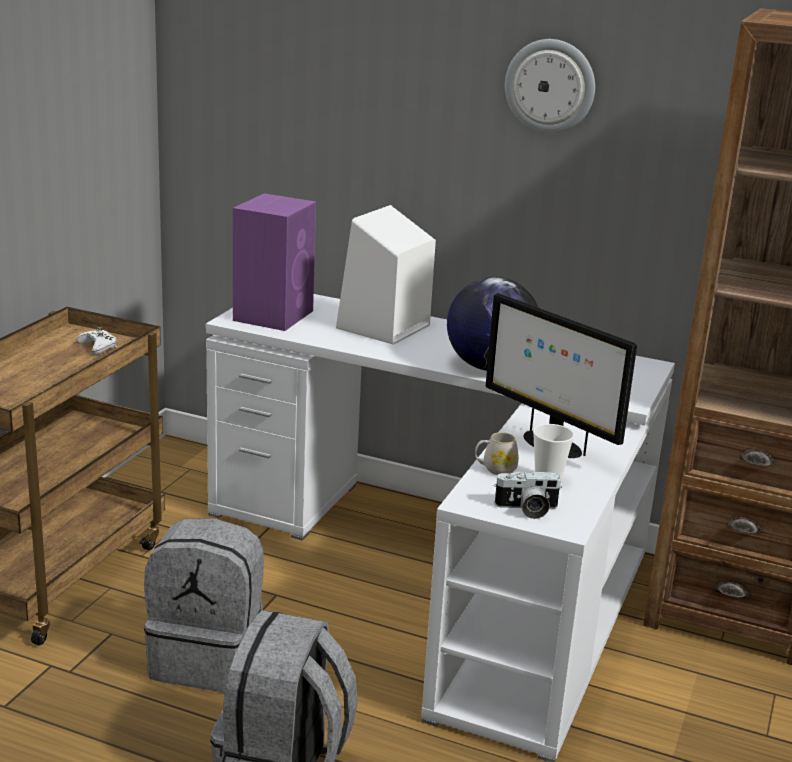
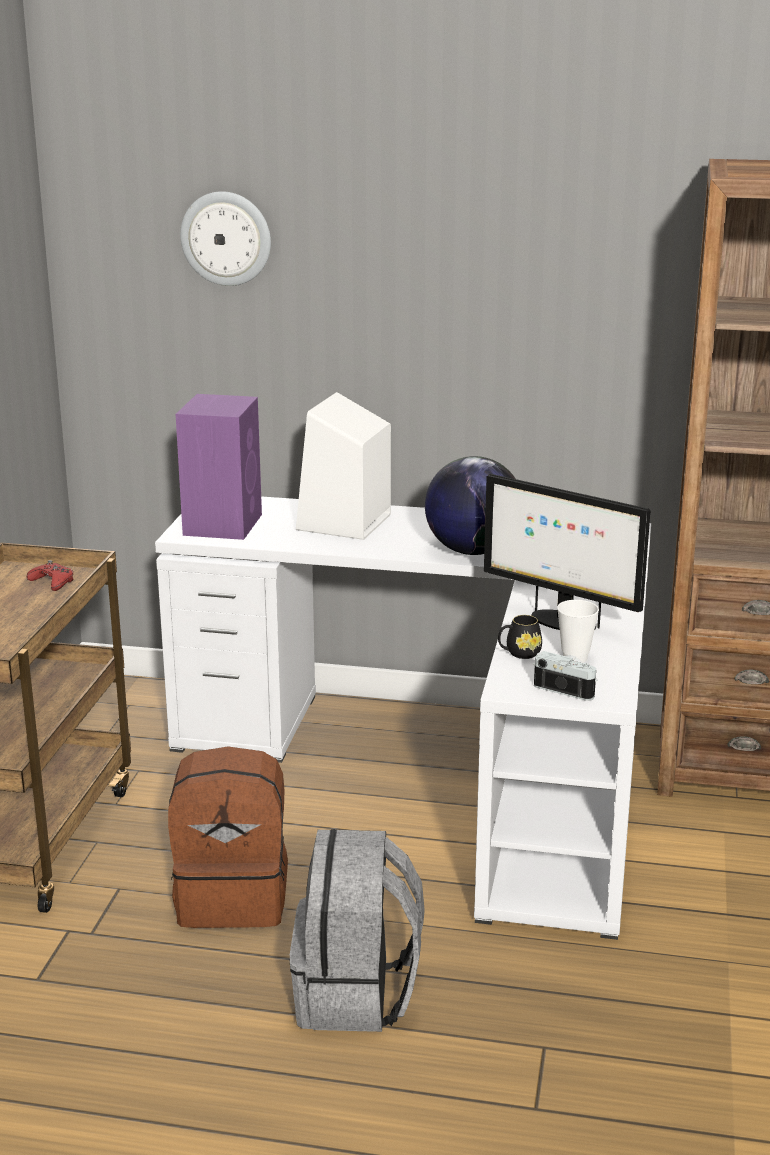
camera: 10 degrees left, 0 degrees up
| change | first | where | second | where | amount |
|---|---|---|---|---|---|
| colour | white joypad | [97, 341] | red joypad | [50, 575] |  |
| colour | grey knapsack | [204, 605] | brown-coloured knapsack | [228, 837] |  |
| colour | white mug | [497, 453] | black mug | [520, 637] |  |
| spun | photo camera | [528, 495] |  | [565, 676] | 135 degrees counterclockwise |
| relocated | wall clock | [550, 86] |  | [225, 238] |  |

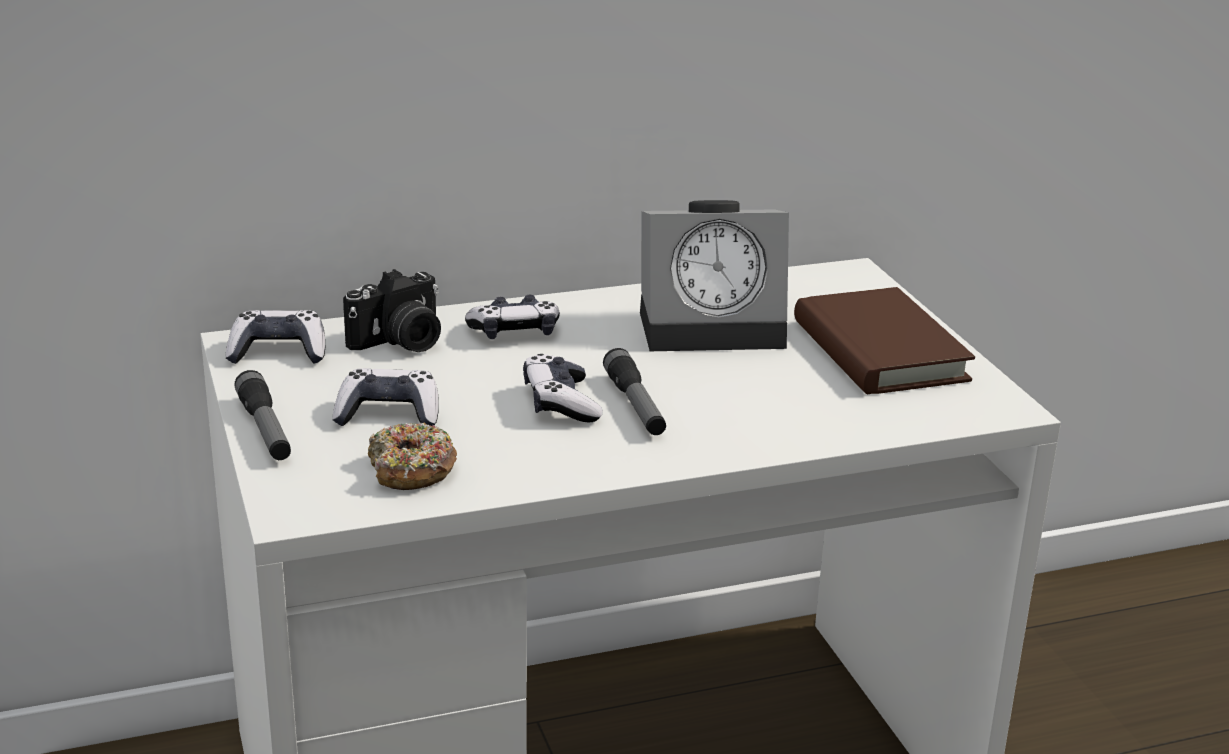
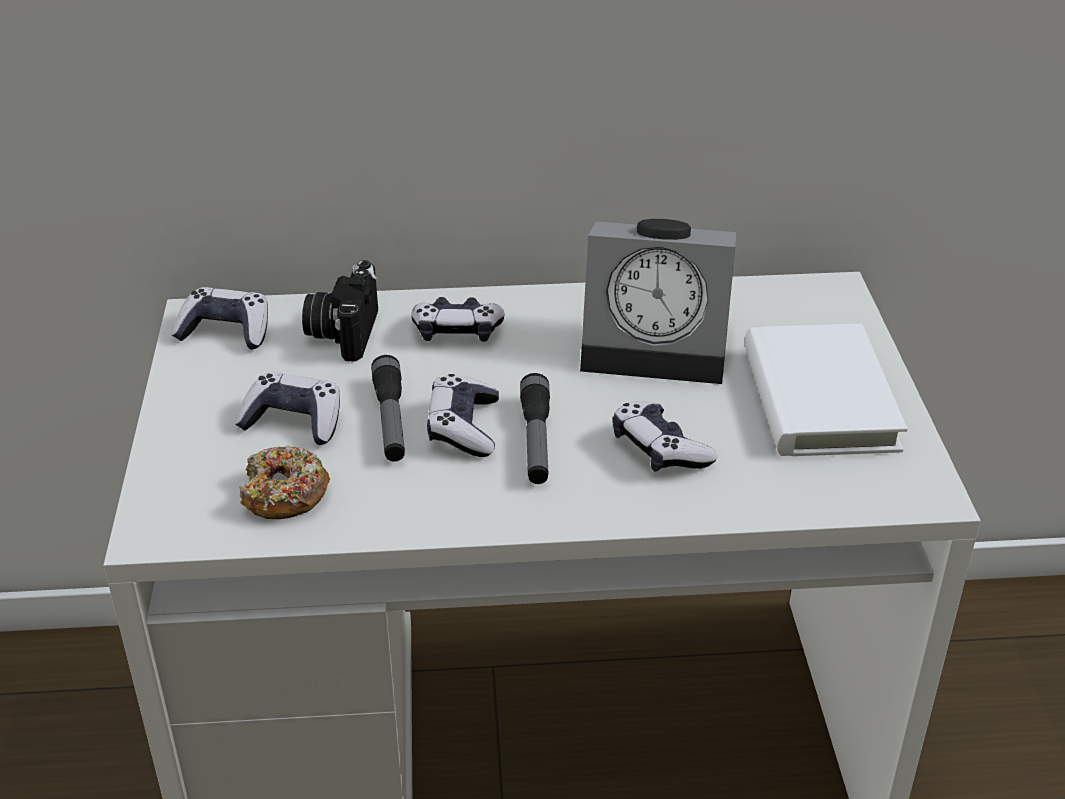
camera: 15 degrees right, 10 degrees up
| change | first | where | second | where | amount |
|---|---|---|---|---|---|
| relocated | torch | [262, 415] |  | [388, 408] |  |
| spun | photo camera | [392, 310] |  | [340, 311] | 120 degrees clockwise |
| colour | brown-coloured book | [884, 340] | white book | [826, 390] |  |
| appeared |  |  | joypad | [665, 436] |  |

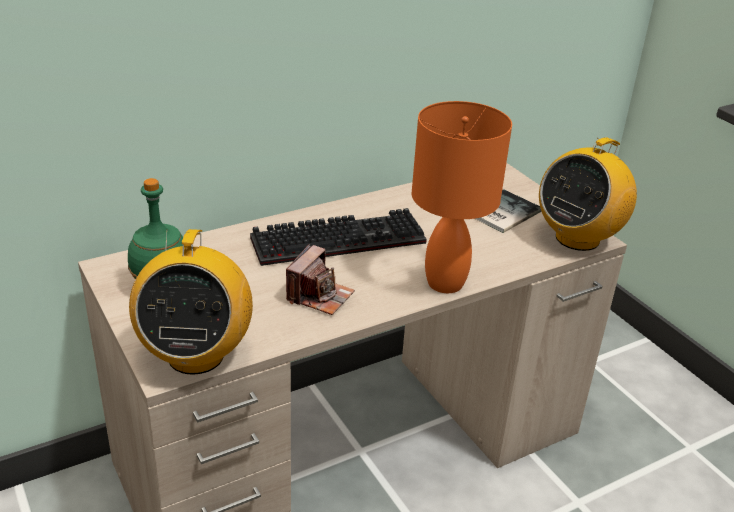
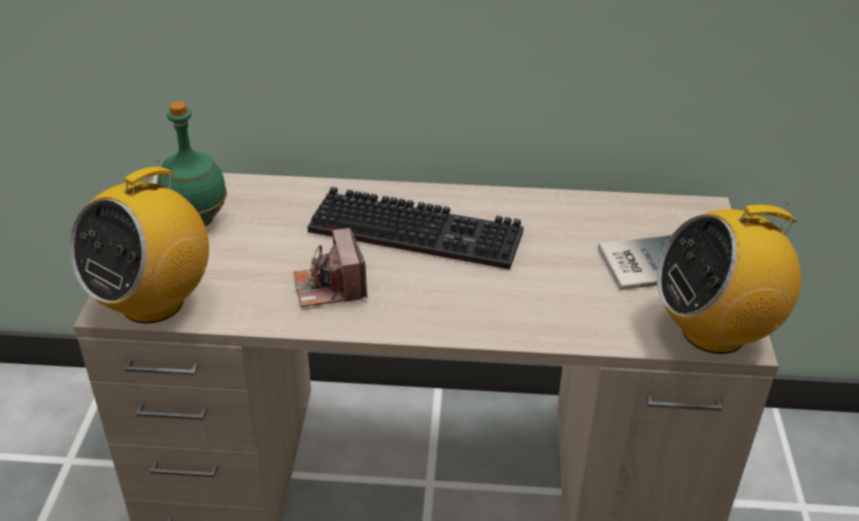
camera: 35 degrees right, 5 degrees up
| change | first | where | second | where | amount |
|---|---|---|---|---|---|
| spun | photo camera | [320, 279] |  | [330, 267] | 105 degrees clockwise |
| missing | orangey table lamp | [461, 197] |  |  |  |

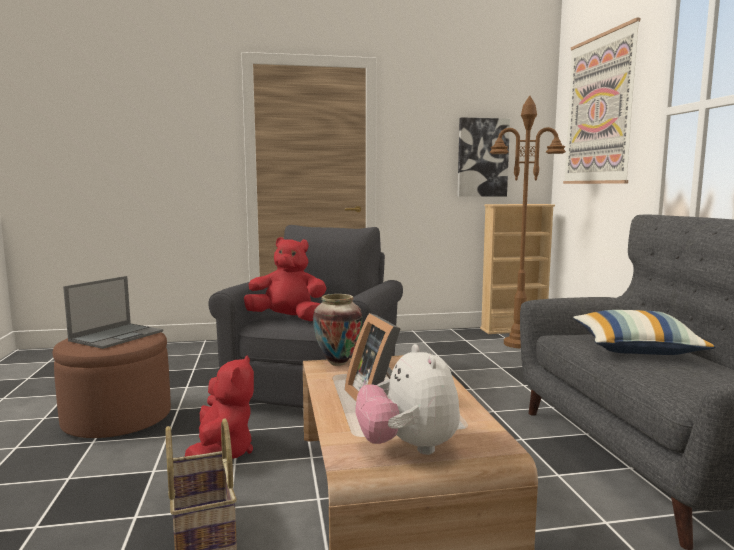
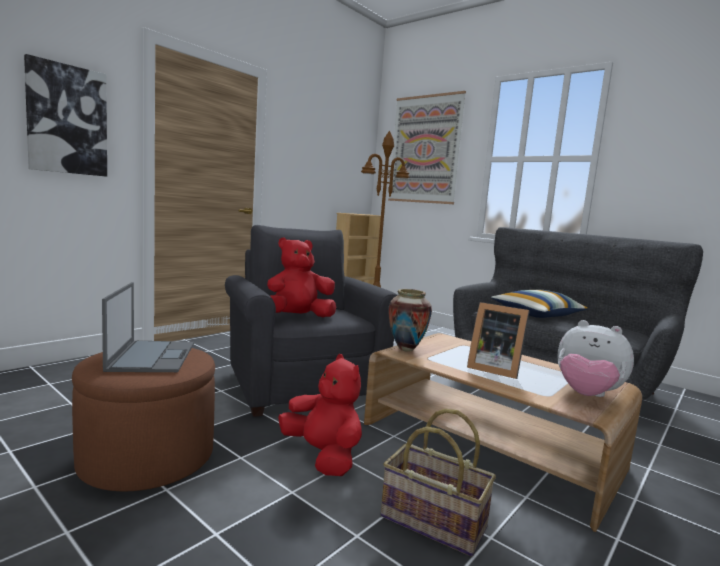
camera: 40 degrees left, 0 degrees up
| change | first | where | second | where | amount |
|---|---|---|---|---|---|
| relocated | picture | [484, 157] |  | [65, 115] |  |

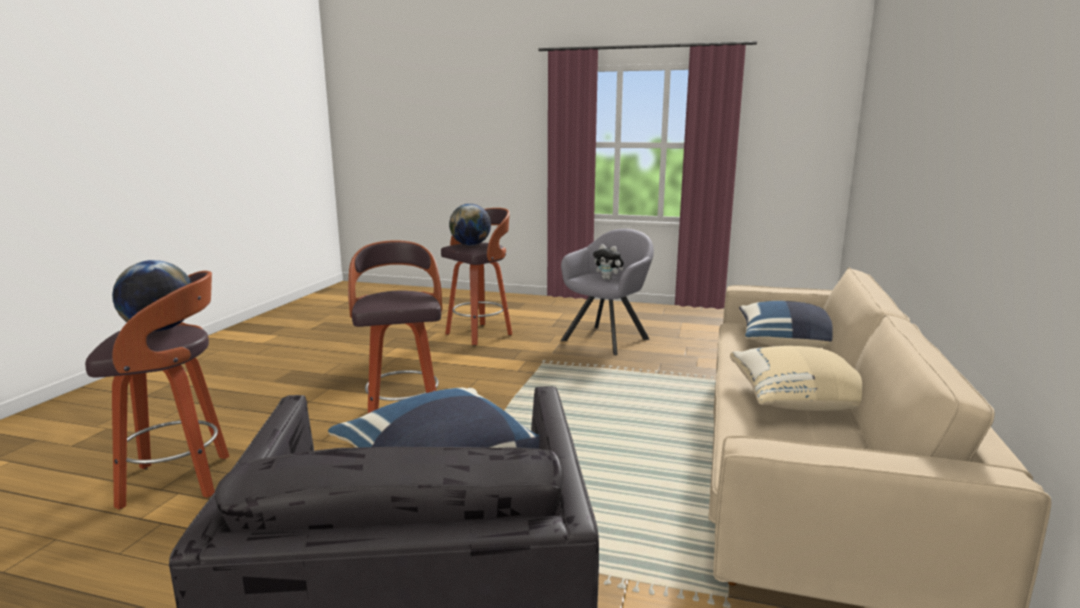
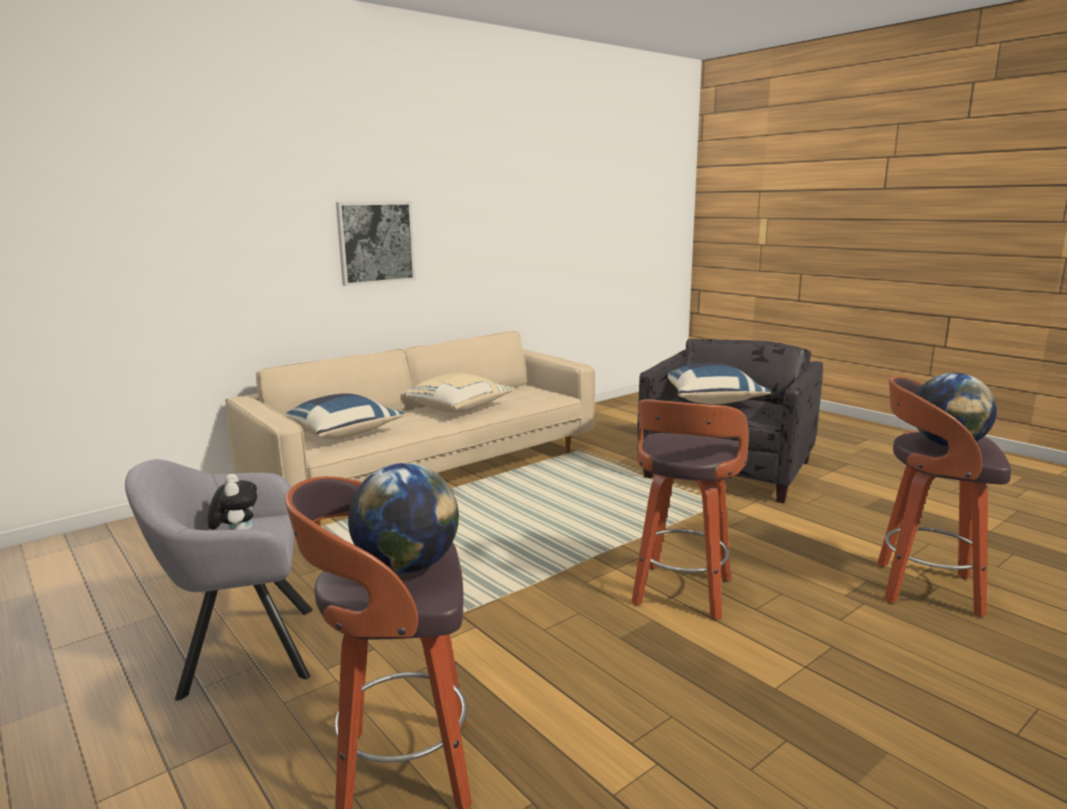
camera: 145 degrees left, 0 degrees up
| change | first | where | second | where | amount |
|---|---|---|---|---|---|
| appeared |  |  | picture | [376, 243] |  |

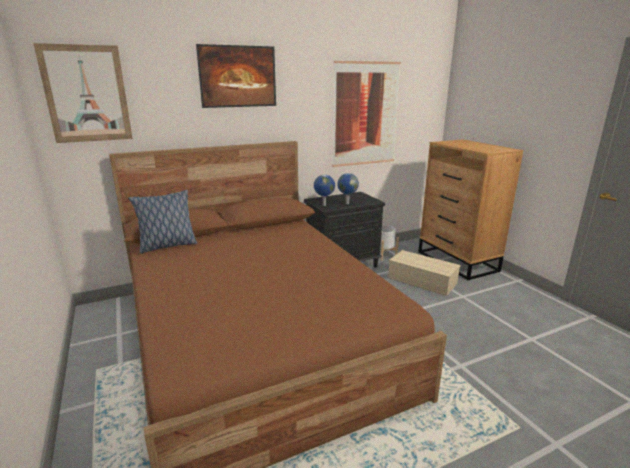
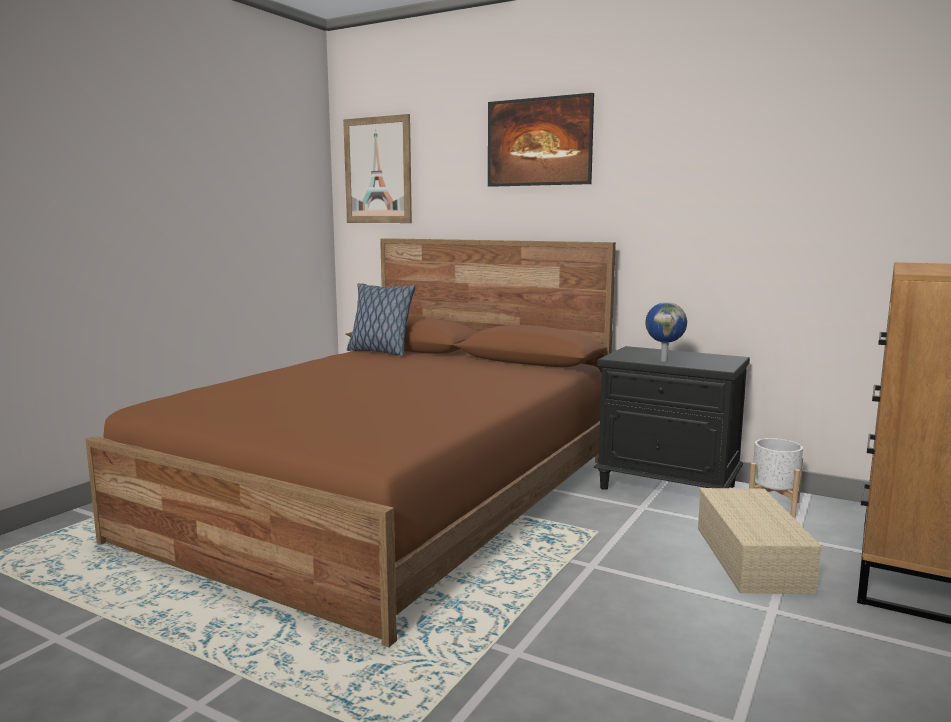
camera: 55 degrees right, 10 degrees down
| change | first | where | second | where | amount |
|---|---|---|---|---|---|
| missing | world globe | [324, 190] |  |  |  |
| missing | picture | [366, 113] |  |  |  |

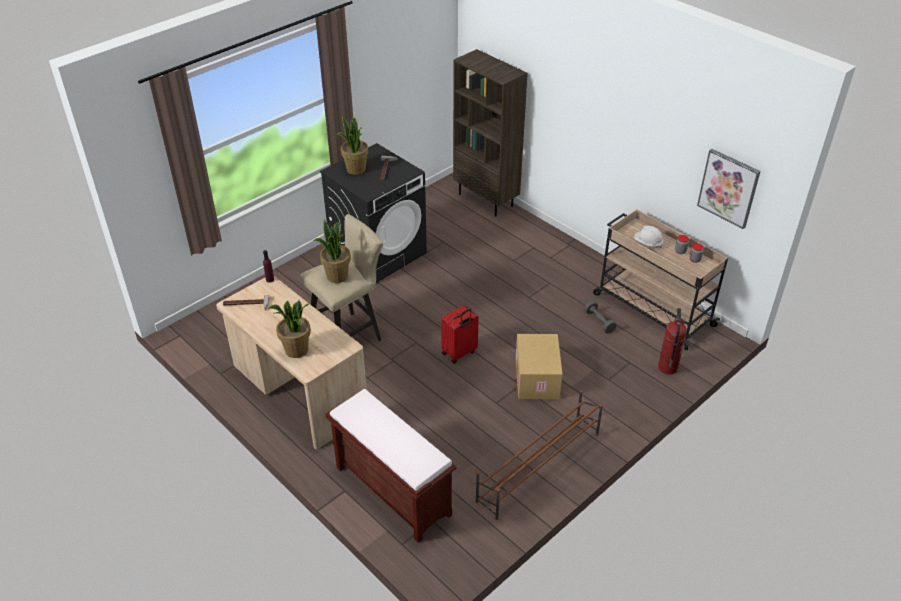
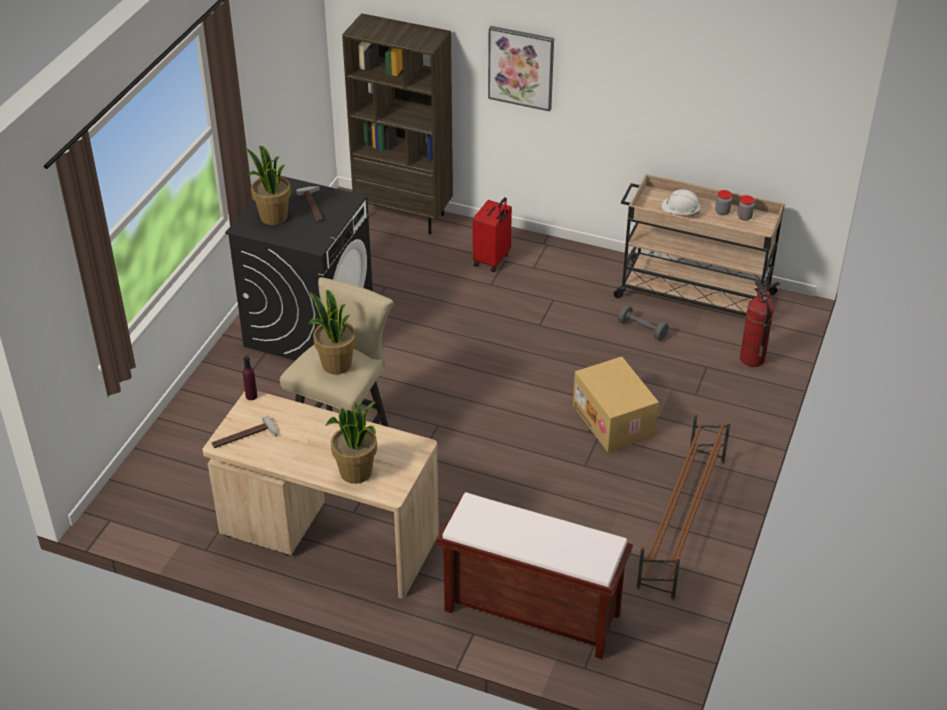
camera: 25 degrees left, 0 degrees up
| change | first | where | second | where | amount |
|---|---|---|---|---|---|
| relocated | red suitcase | [460, 334] |  | [492, 234] |  |
| relocated | picture | [729, 189] |  | [521, 69] |  |

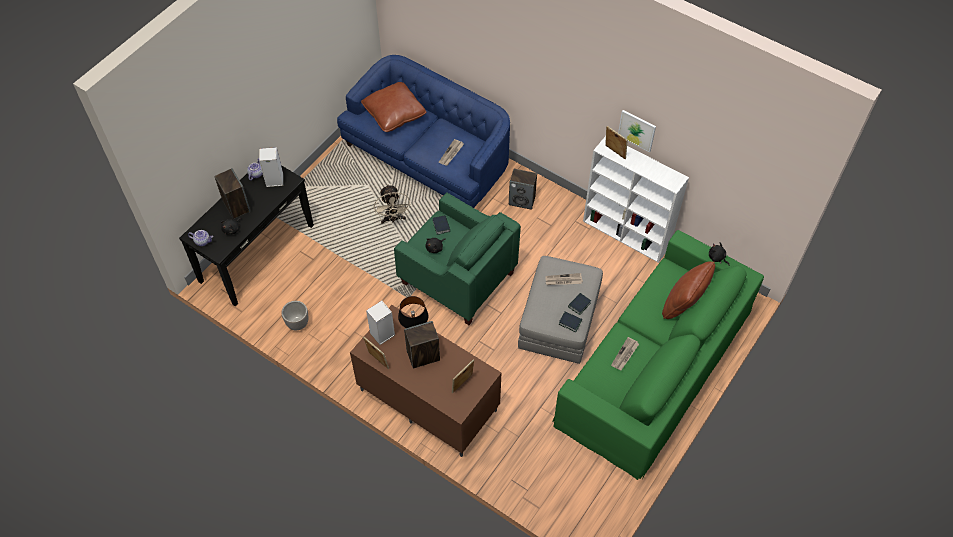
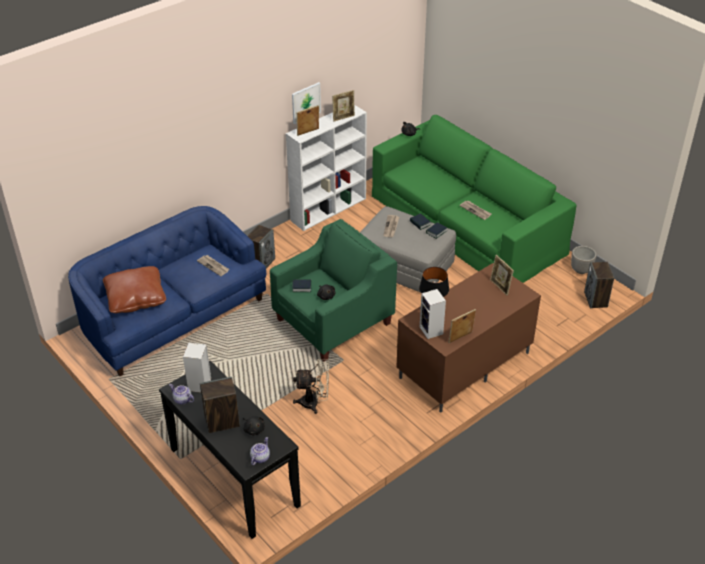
camera: 75 degrees left, 15 degrees down
| change | first | where | second | where | amount |
|---|---|---|---|---|---|
| relocated | flower pot | [295, 315] |  | [584, 260] |  |
| relocated | beige-coloured cooling fan | [392, 204] |  | [311, 386] |  |
| relocated | loudspeaker | [422, 345] |  | [599, 285] |  |
| missing | brown-coloured cushion | [688, 290] |  |  |  |
| appeared |  |  | standing frame | [343, 105] |  |

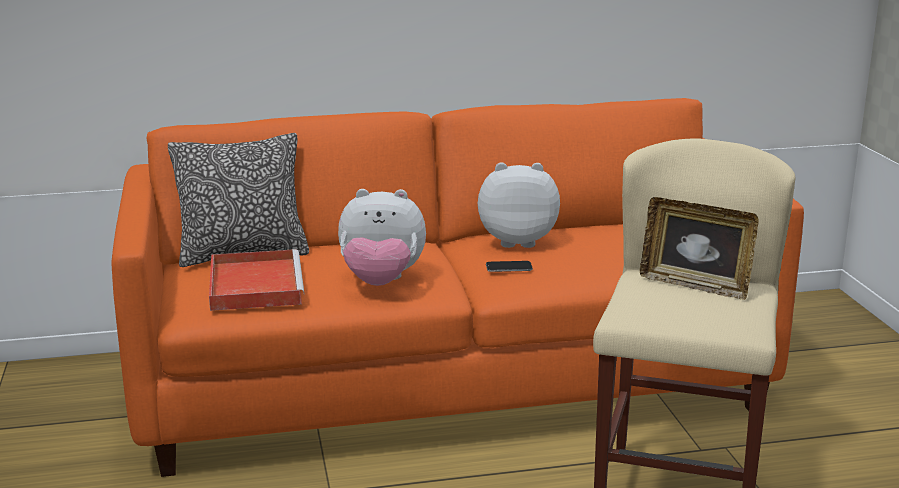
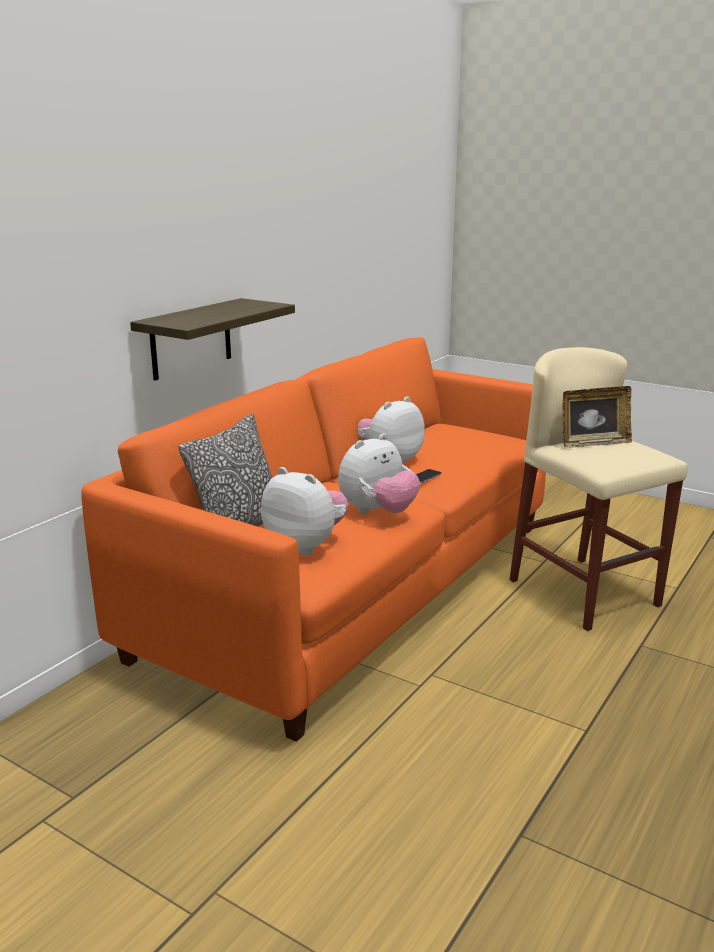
camera: 45 degrees left, 0 degrees up
| change | first | where | second | where | amount |
|---|---|---|---|---|---|
| exchanged | red tray | [256, 280] | plush toy | [304, 511] |  |
| appeared |  |  | shelf | [212, 339] |  |

